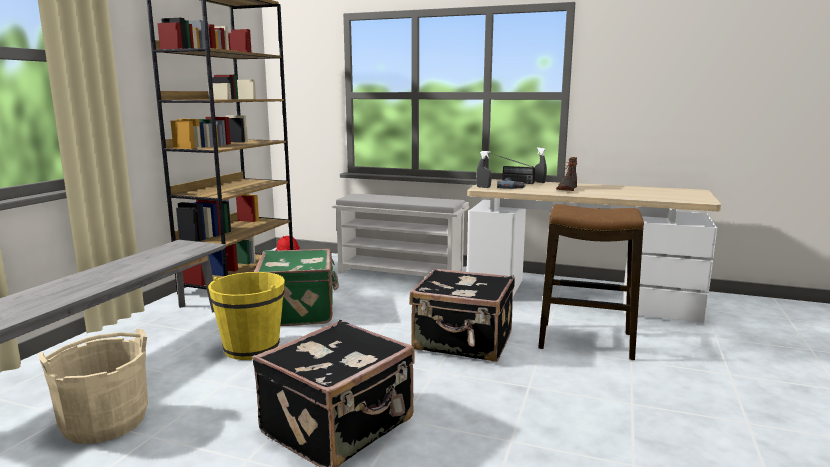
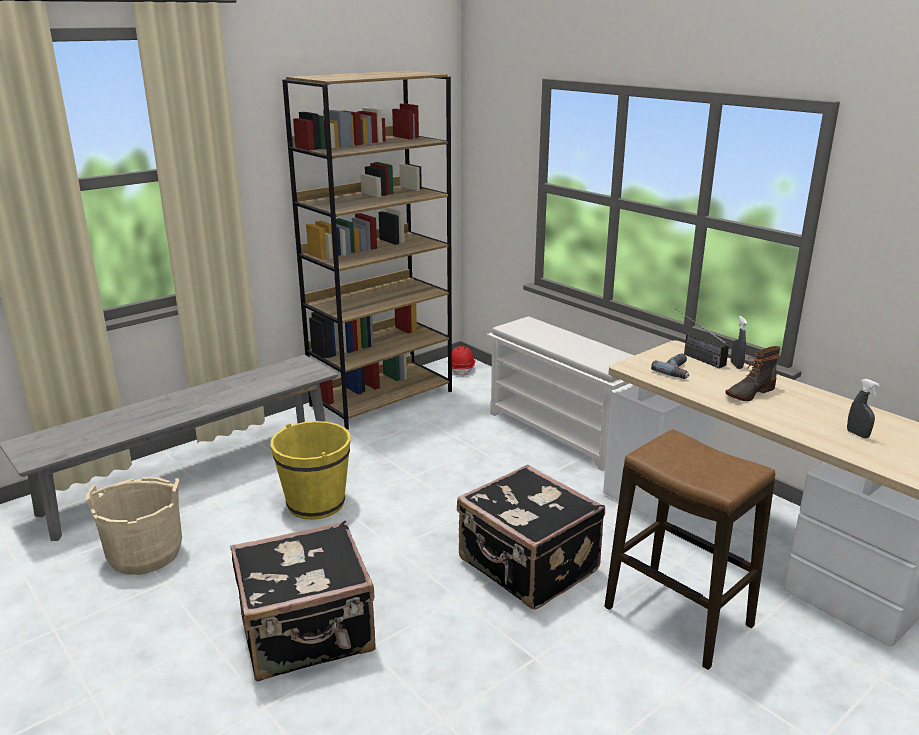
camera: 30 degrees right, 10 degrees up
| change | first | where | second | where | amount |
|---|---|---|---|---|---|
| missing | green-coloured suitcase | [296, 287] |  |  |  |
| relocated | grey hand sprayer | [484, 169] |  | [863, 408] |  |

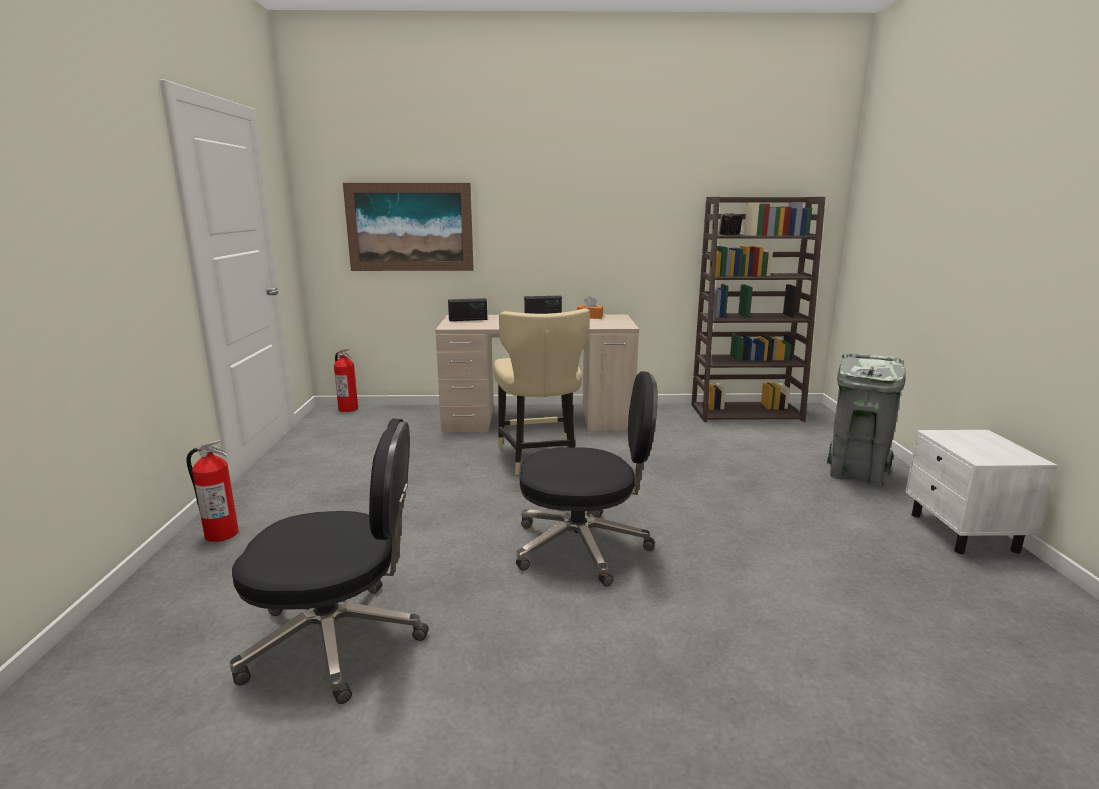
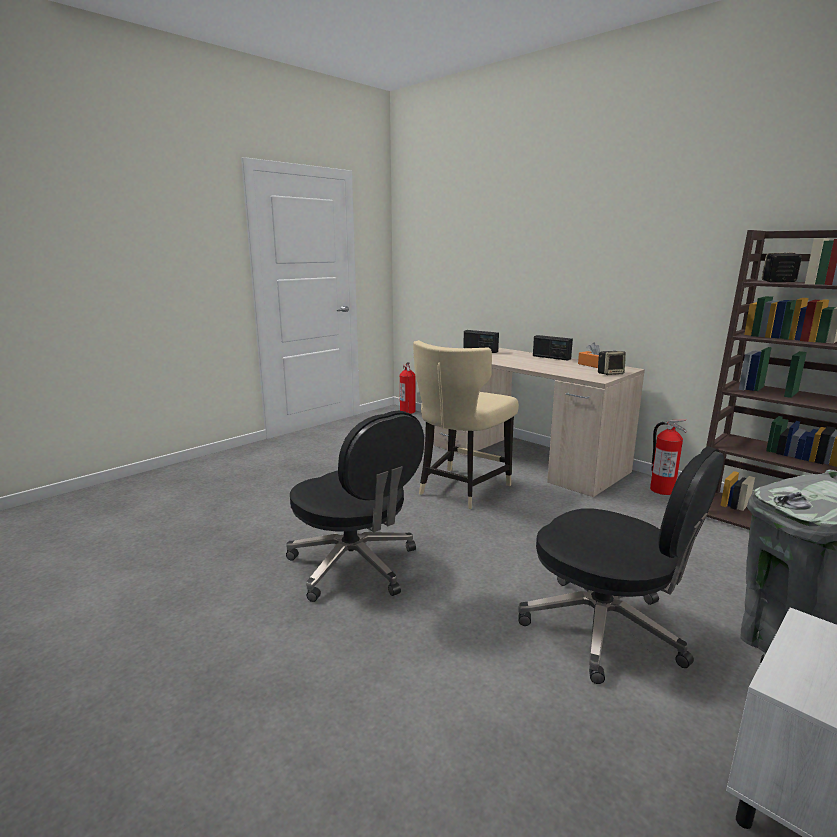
camera: 45 degrees right, 0 degrees up
| change | first | where | second | where | amount |
|---|---|---|---|---|---|
| relocated | fire-fighting cylinder | [212, 490] |  | [668, 457] |  |
| relocated | black office chair | [329, 561] |  | [621, 565] |  |
| missing | picture | [408, 227] |  |  |  |
| appeared |  |  | loudspeaker | [612, 363] |  |

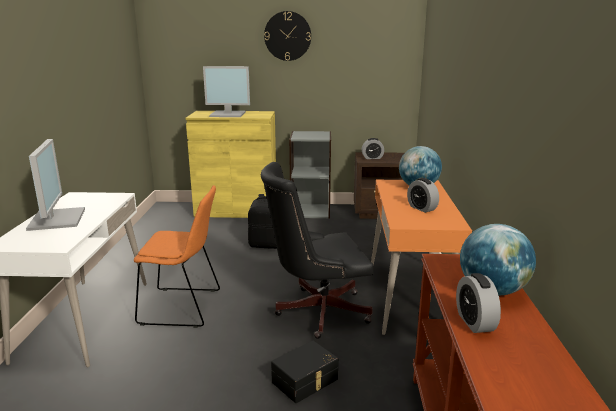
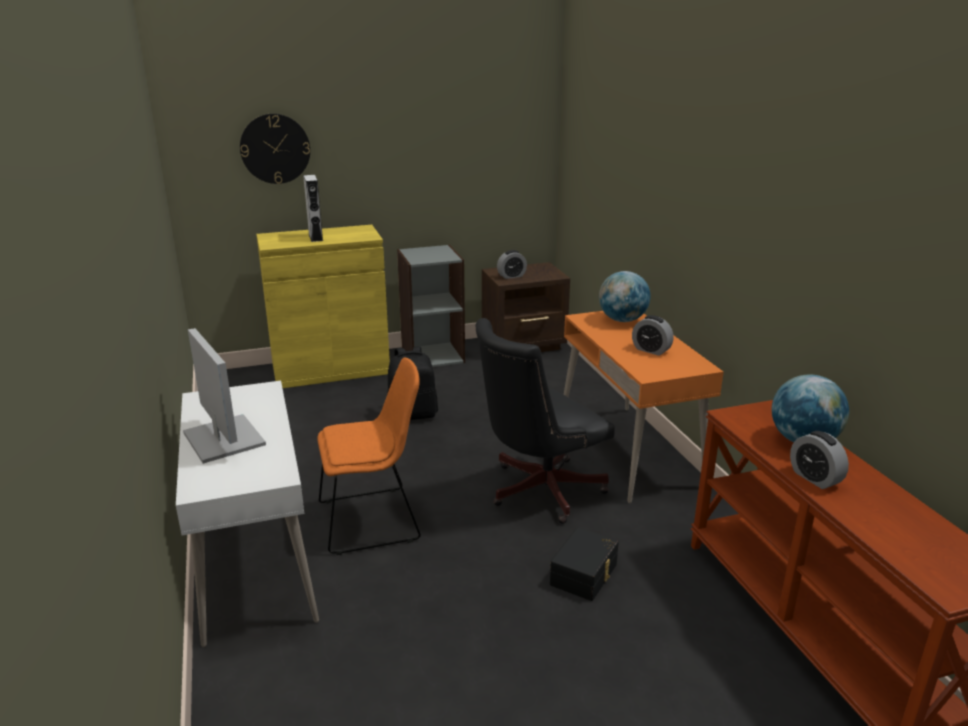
camera: 20 degrees left, 5 degrees up
| change | first | where | second | where | amount |
|---|---|---|---|---|---|
| exchanged | computer display | [226, 91] | grey loudspeaker | [313, 208] |  |
| relocated | wall clock | [287, 36] |  | [275, 149] |  |

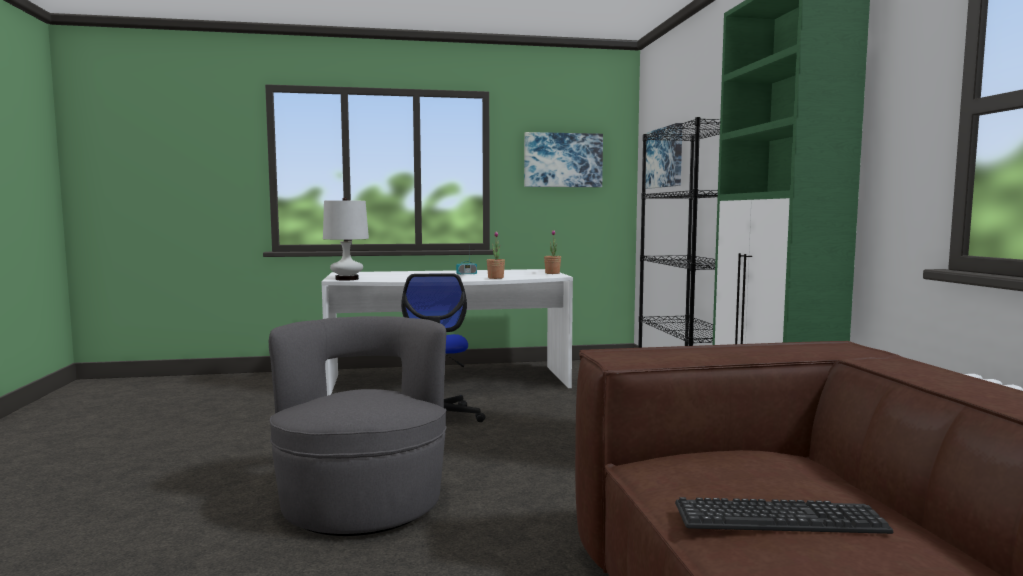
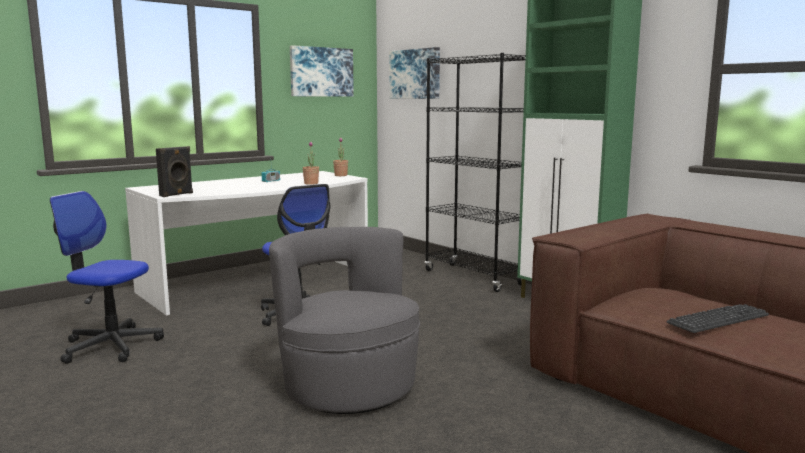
camera: 30 degrees left, 5 degrees up
| change | first | where | second | where | amount |
|---|---|---|---|---|---|
| exchanged | white table lamp | [346, 239] | black loudspeaker | [174, 171] |  |
| appeared |  |  | office chair | [107, 277] |  |

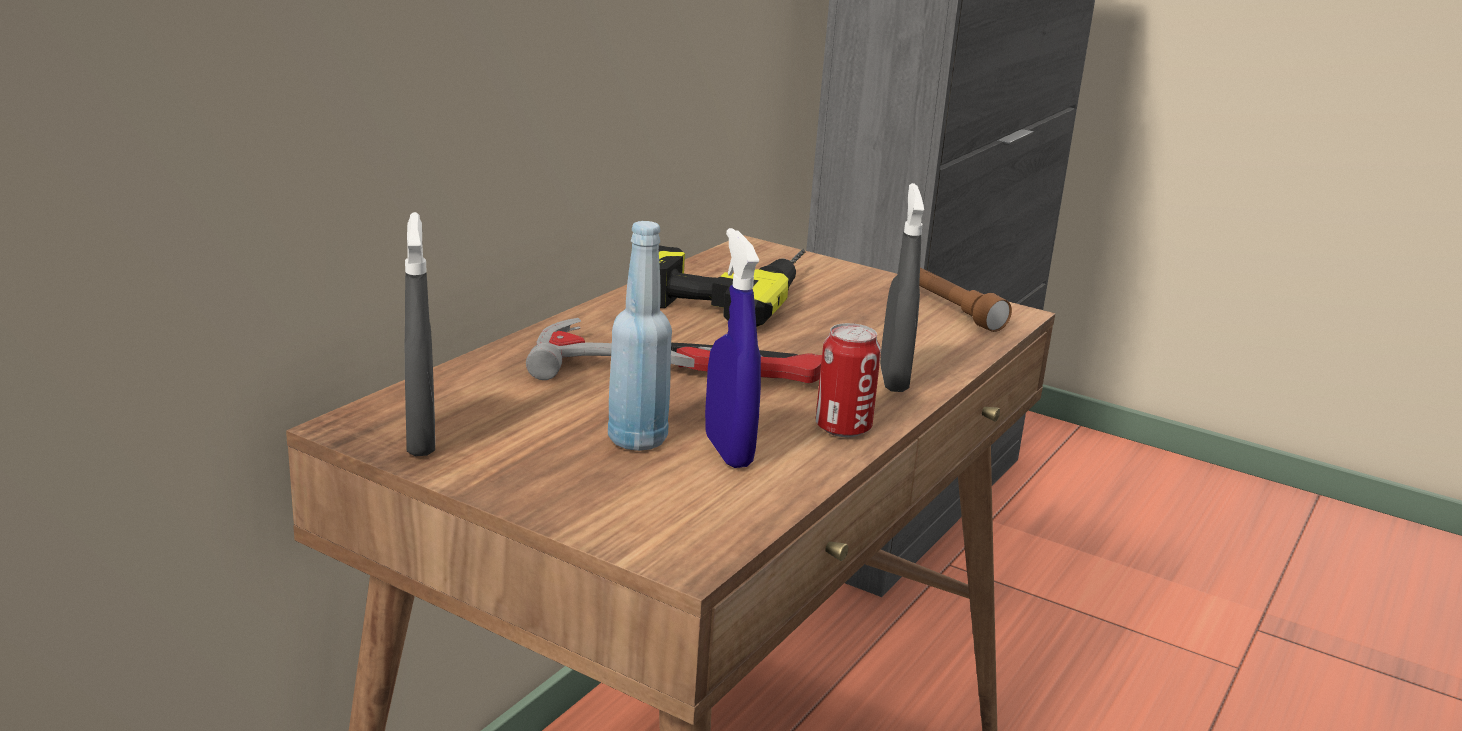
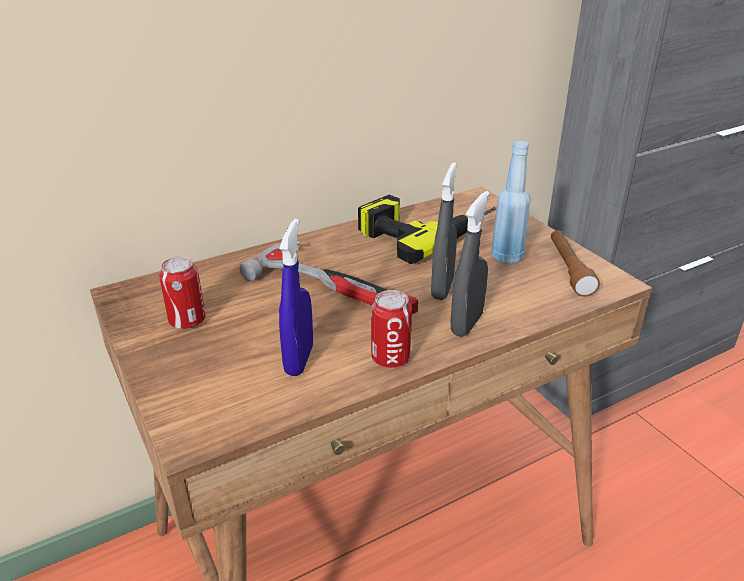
camera: 30 degrees right, 10 degrees up
| change | first | where | second | where | amount |
|---|---|---|---|---|---|
| relocated | grey hand sprayer | [420, 334] |  | [444, 231] |  |
| relocated | blue-coloured drink bottle | [640, 336] |  | [511, 202] |  |
| appeared |  |  | sealed can | [182, 292] |  |

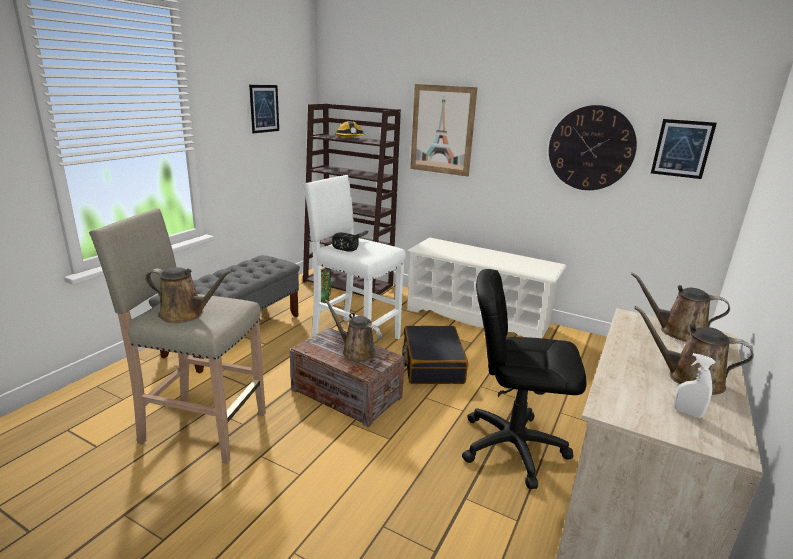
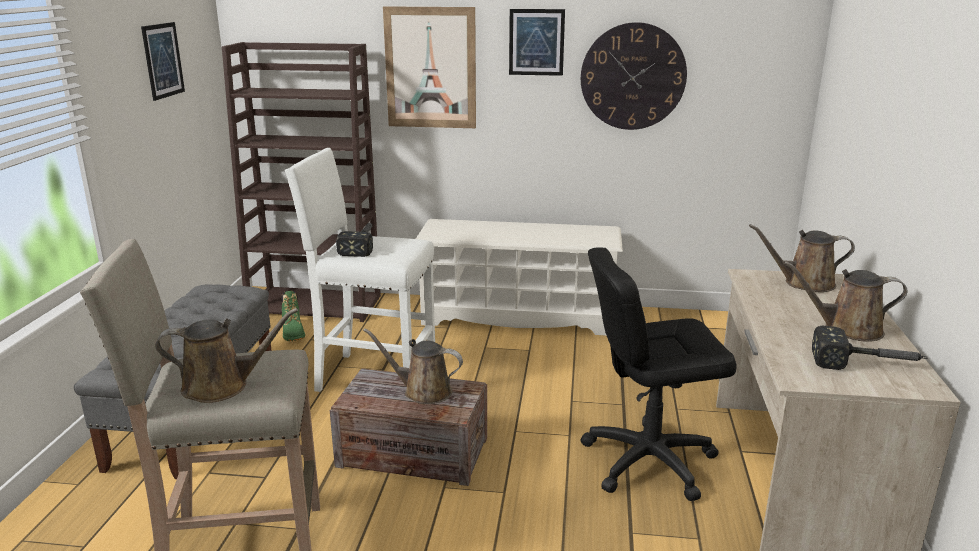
camera: 20 degrees left, 0 degrees up
| change | first | where | second | where | amount |
|---|---|---|---|---|---|
| missing | safety helmet | [350, 129] |  |  |  |
| missing | black suitcase | [435, 355] |  |  |  |
| relocated | picture | [684, 149] |  | [537, 42] |  |
| exchanged | white hand sprayer | [695, 385] | hammer | [869, 348] |  |

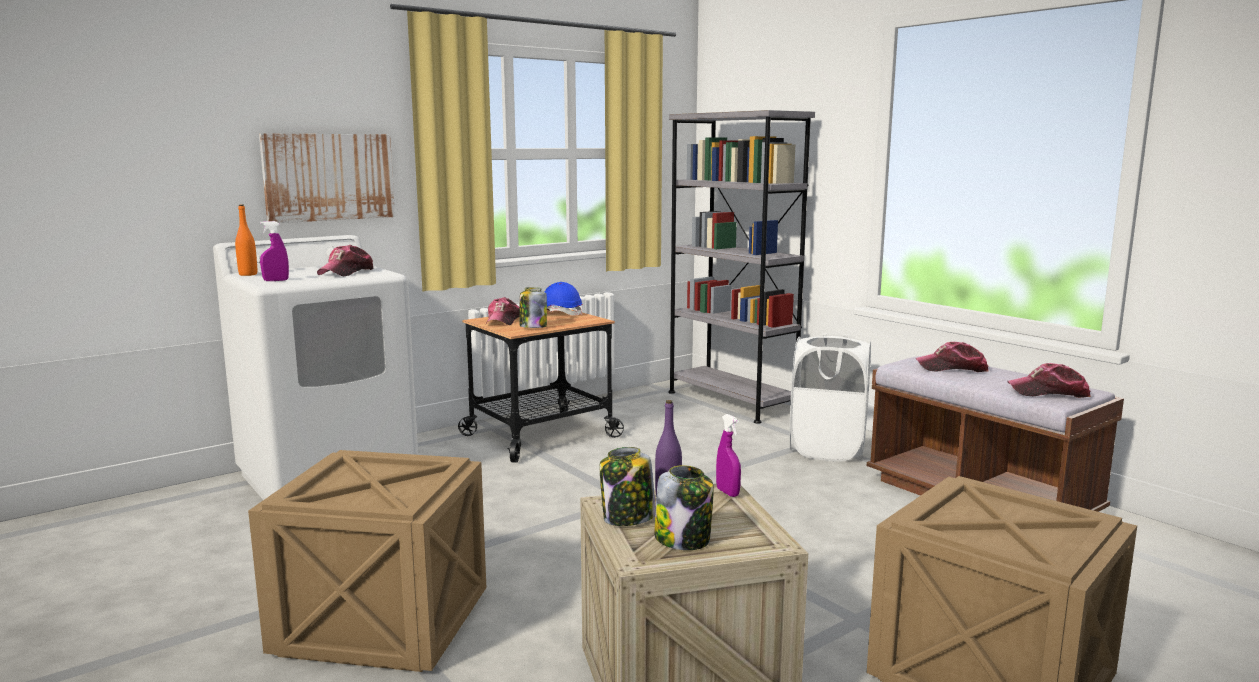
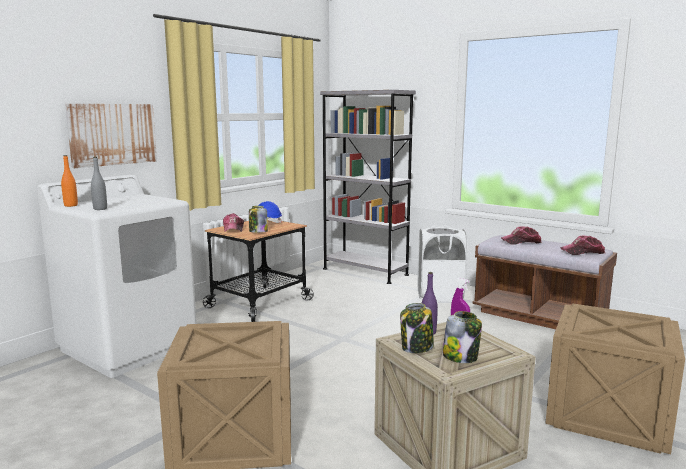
camera: 15 degrees left, 0 degrees up
| change | first | where | second | where | amount |
|---|---|---|---|---|---|
| exchanged | purplish hand sprayer | [274, 251] | grey drink bottle | [99, 183] |  |
| missing | peaked cap | [345, 260] |  |  |  |

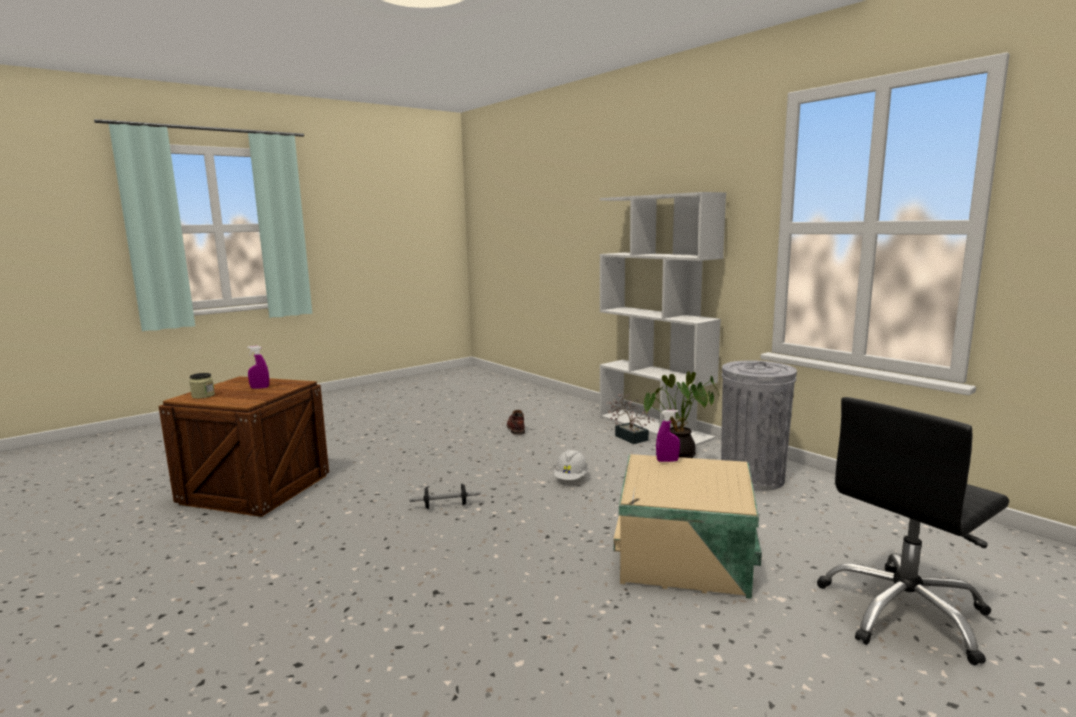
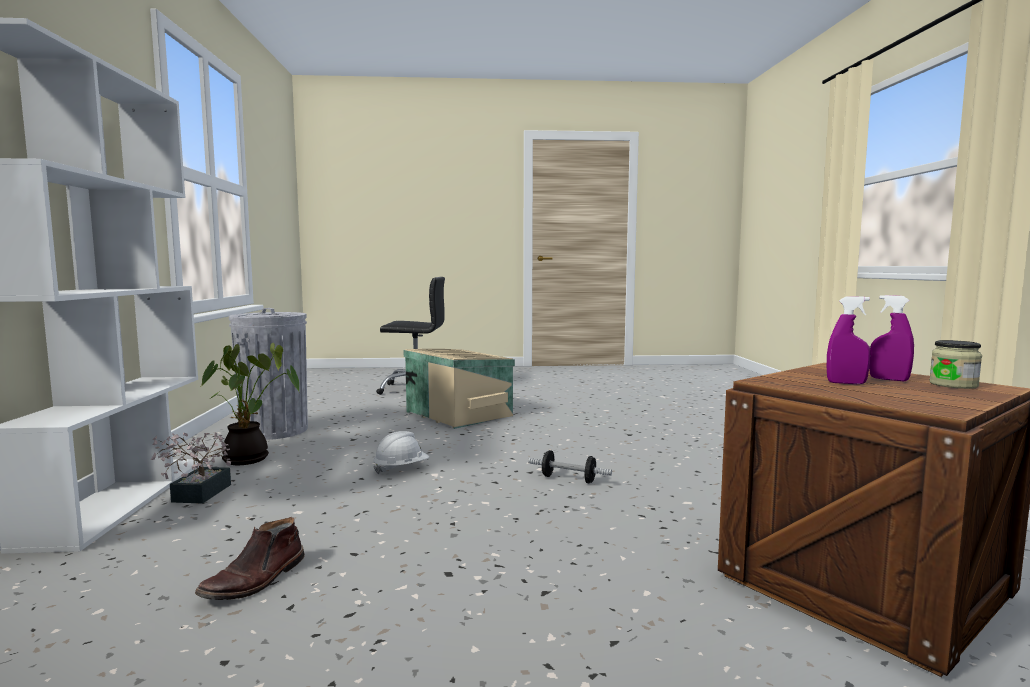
camera: 145 degrees left, 5 degrees down
| change | first | where | second | where | amount |
|---|---|---|---|---|---|
| relocated | purplish hand sprayer | [668, 436] |  | [891, 338] |  |

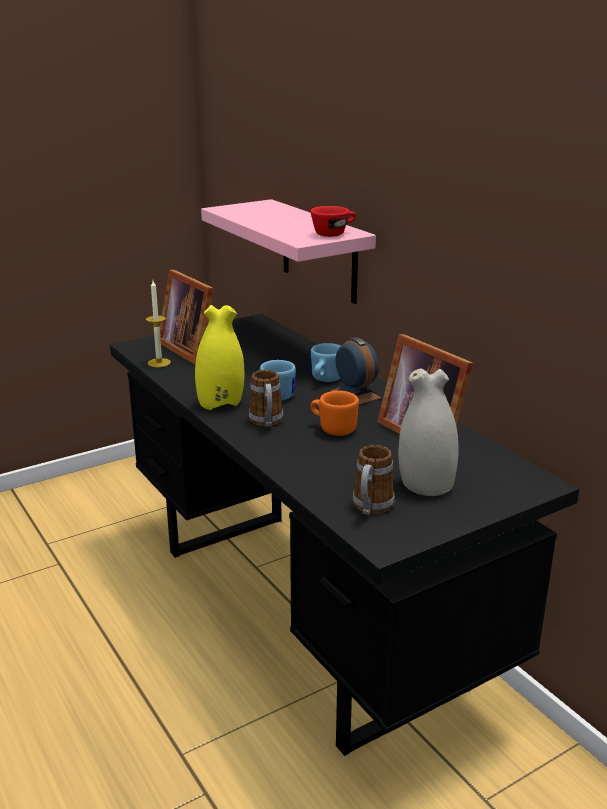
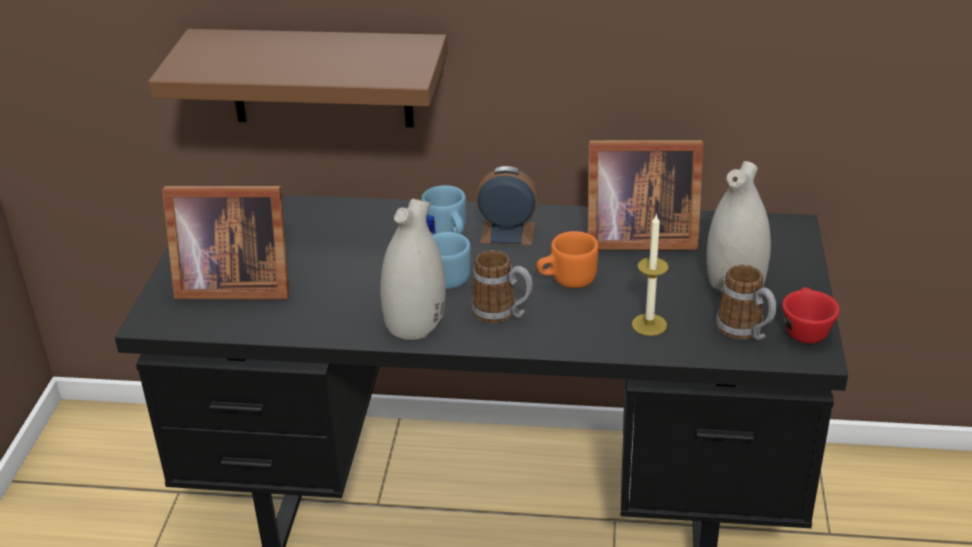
camera: 50 degrees left, 10 degrees up
| change | first | where | second | where | amount |
|---|---|---|---|---|---|
| relocated | candle | [158, 324] |  | [650, 274] |  |
| colour | yellow decorative vase | [220, 357] | white decorative vase | [413, 269] |  |
| colour | pink shelf | [288, 251] | brown-coloured shelf | [298, 78] |  |
| relocated | red small cup | [333, 221] |  | [811, 315] |  |

